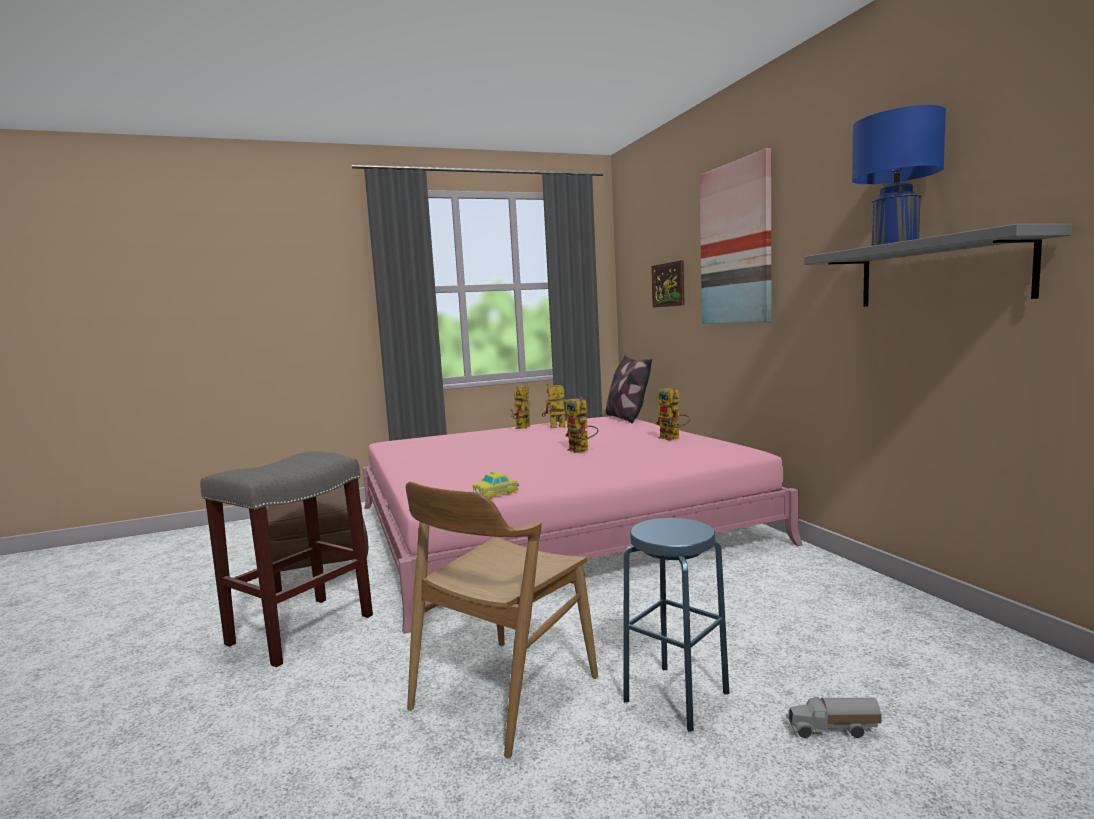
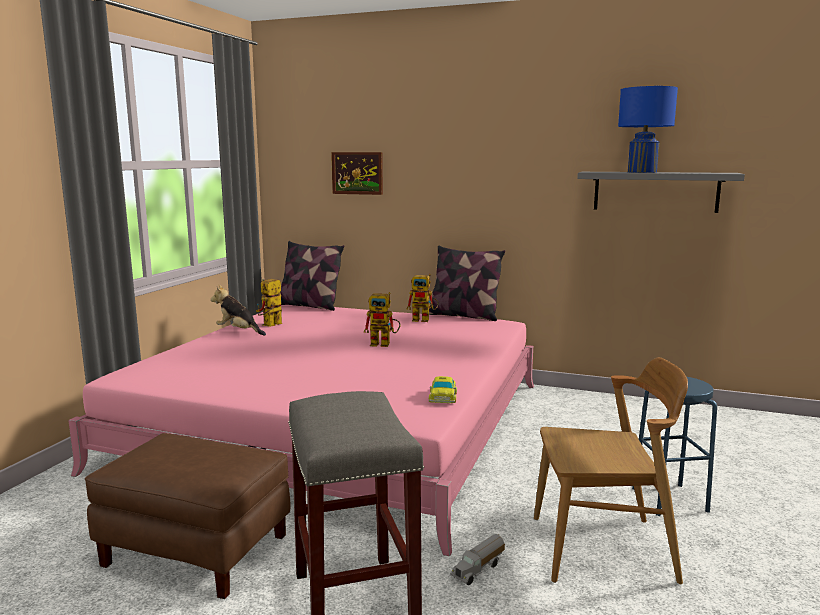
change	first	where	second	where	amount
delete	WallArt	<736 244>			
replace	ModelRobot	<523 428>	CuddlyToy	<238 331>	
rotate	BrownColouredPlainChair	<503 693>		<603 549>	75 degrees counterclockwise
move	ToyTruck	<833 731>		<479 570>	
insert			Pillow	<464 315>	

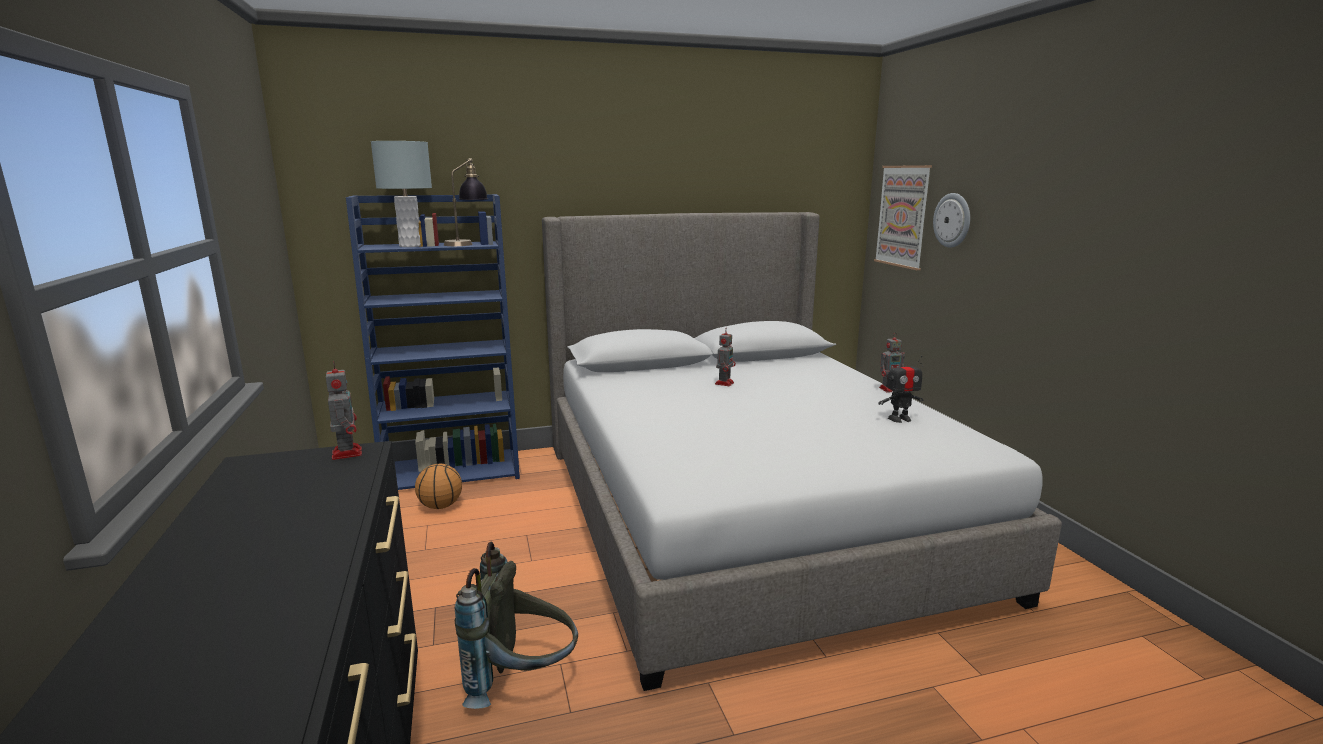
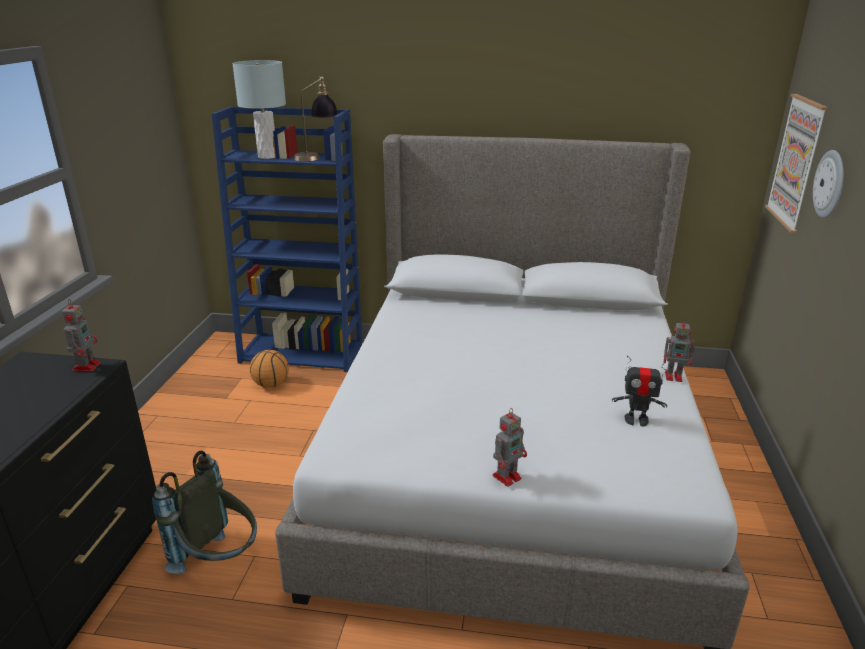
change	first	where	second	where	amount
move	ModelRobot	<724 383>		<507 476>	

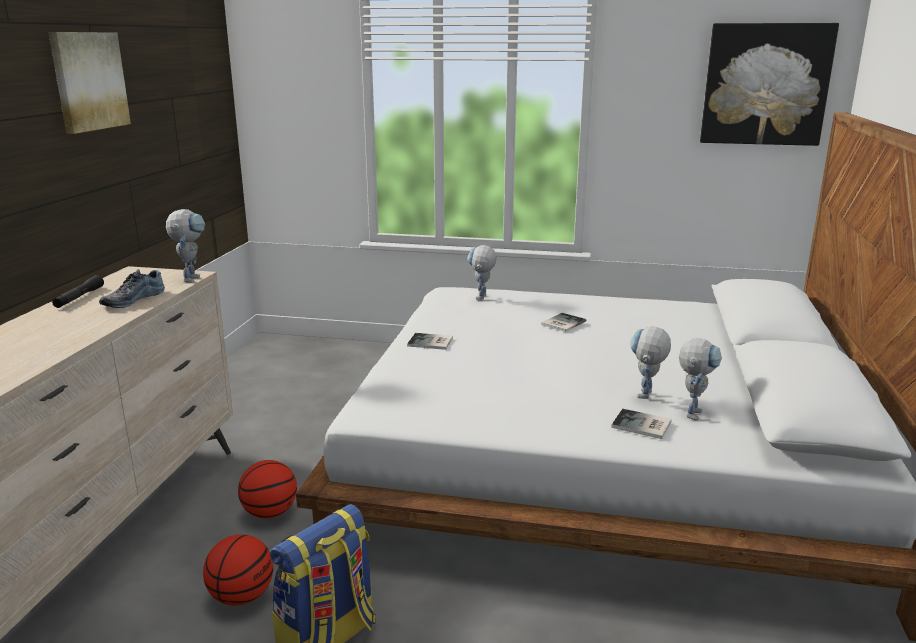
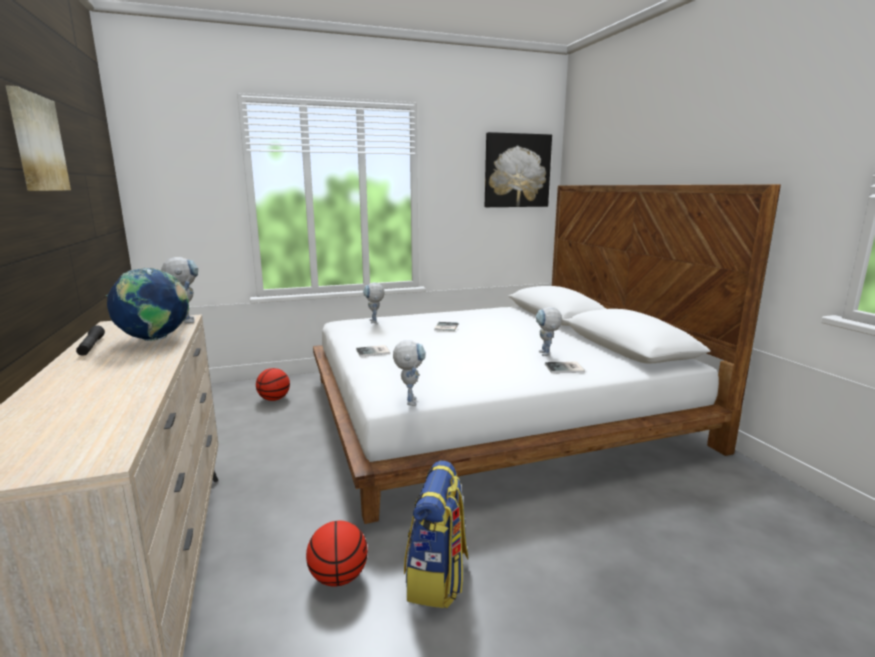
change	first	where	second	where	amount
replace	Shoe	<132 299>	Globe	<155 340>	
move	ModelRobot	<693 411>		<409 400>	
move	BallForBasketball	<270 513>		<274 399>	

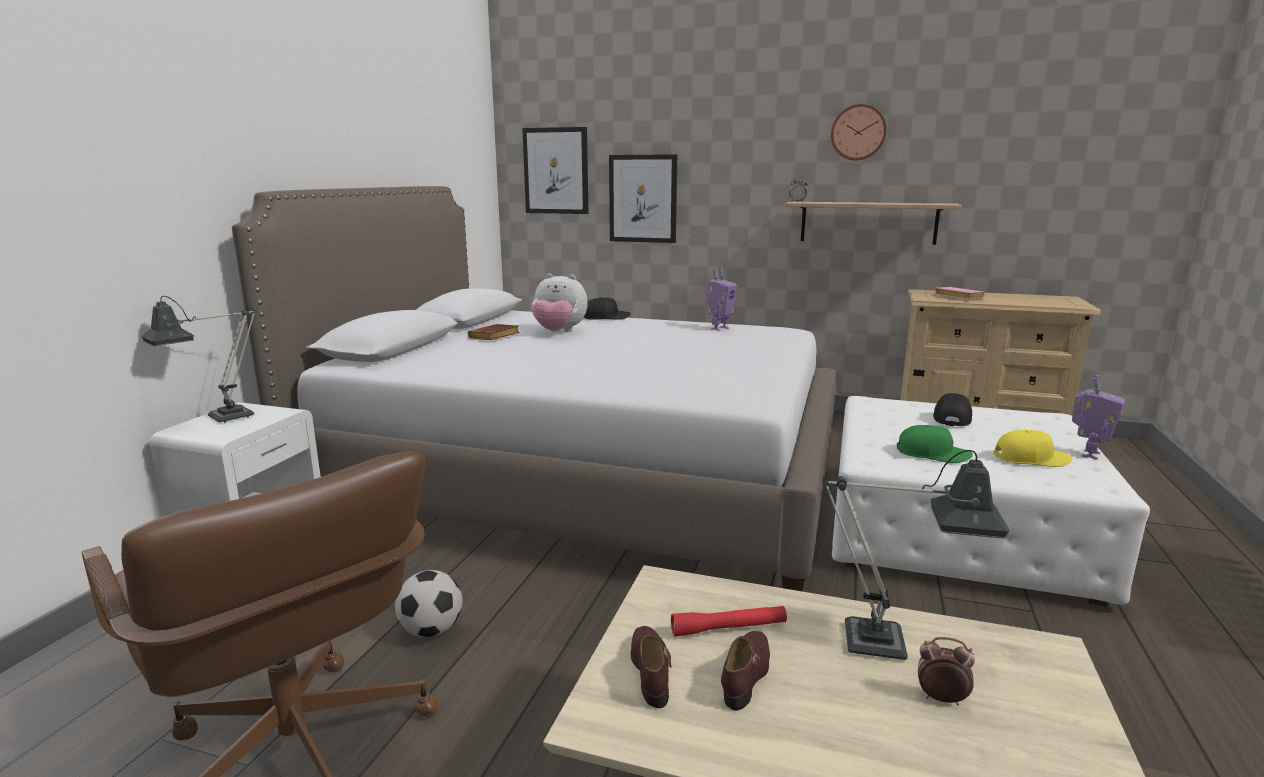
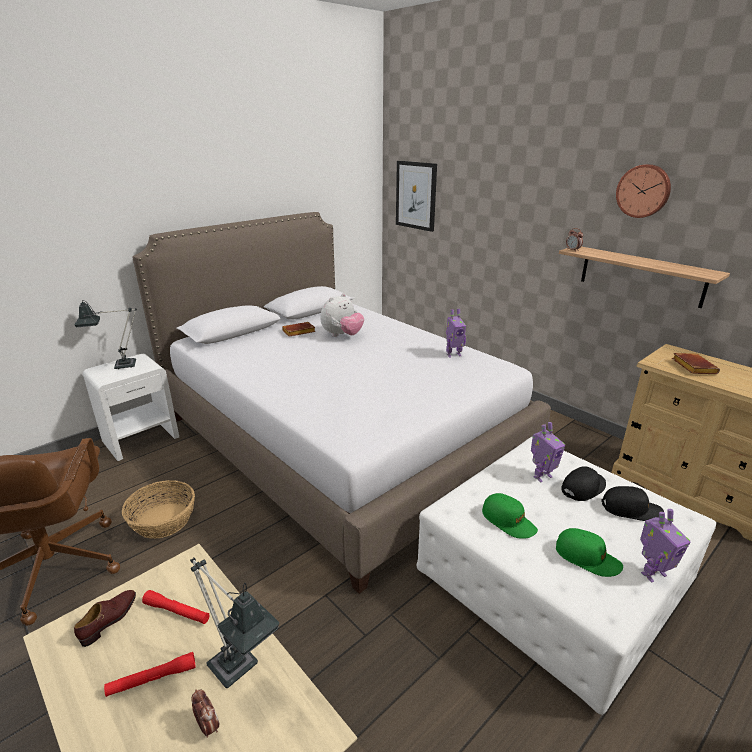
change	first	where	second	where	amount
delete	WallArt	<643 199>			
rotate	CuddlyToy	<559 332>		<342 335>	90 degrees counterclockwise
recolor	PinkBook	<956 297>	BrownColouredBook	<692 367>	
move	BlackishPeakedCap	<605 317>		<631 509>	
recolor	YellowishPeakedCap	<1031 459>	GreenishPeakedCap	<587 557>	
replace	BallForFootball	<431 630>	StorageBasket	<163 520>	
delete	BrownColouredShoe	<747 674>			
insert			ModelRobot	<541 476>	
insert			ReddishHandTorch	<152 679>	

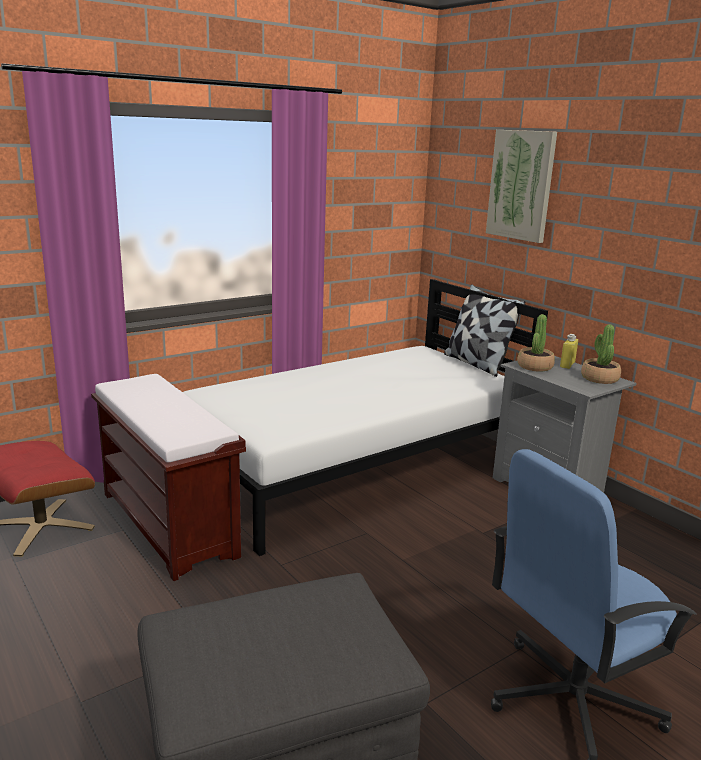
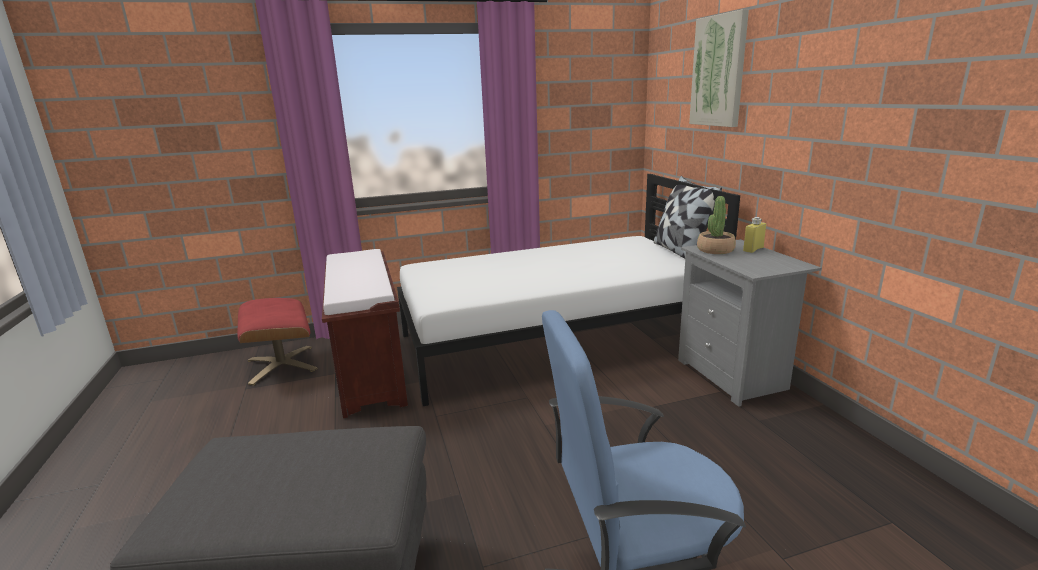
change	first	where	second	where	amount
delete	PottedPlant	<599 378>			

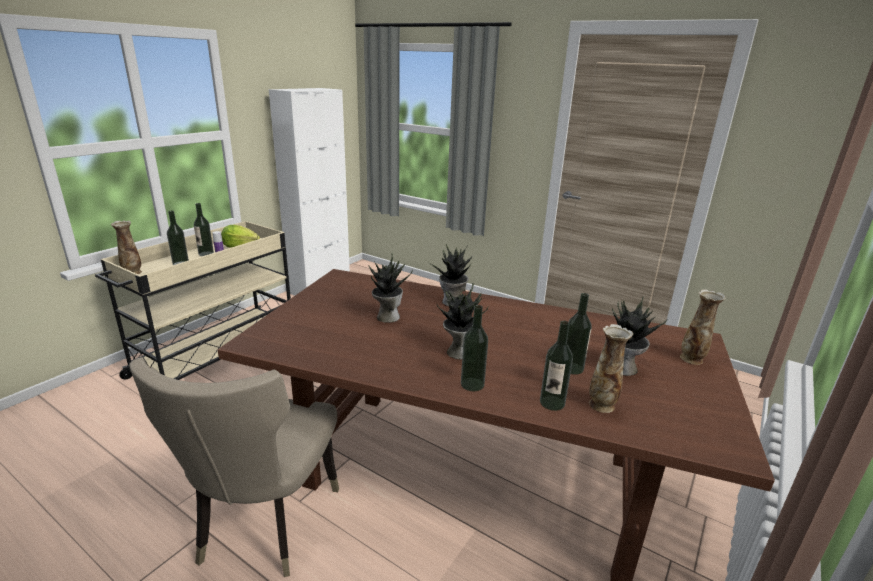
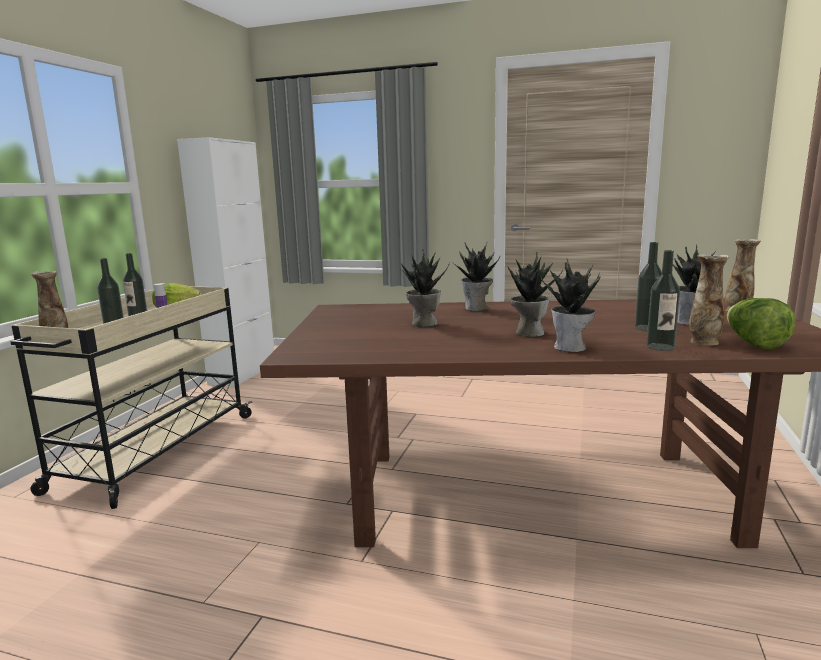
change	first	where	second	where	amount
replace	DrinkBottle	<472 384>	PottedPlant	<571 348>	
delete	BeigePlainChair	<263 526>			
insert			LettuceHead	<753 343>	

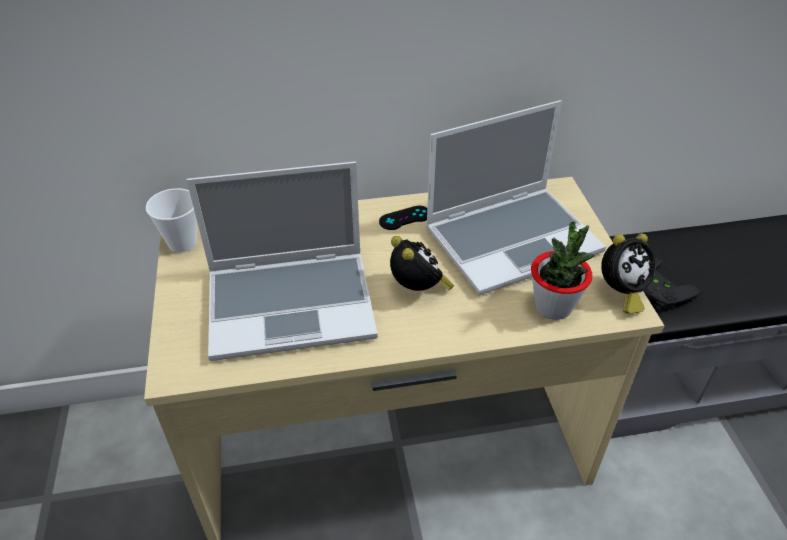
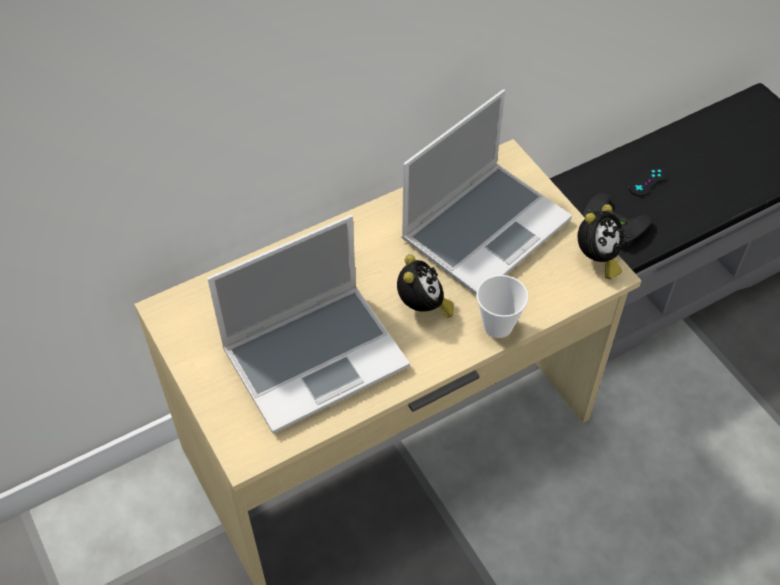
change	first	where	second	where	amount
move	Cup	<182 243>		<497 326>	
move	BlackishGamepad	<405 218>		<647 181>	
delete	PottedPlant	<553 307>			
rotate	TableClock	<418 290>		<423 307>	45 degrees clockwise

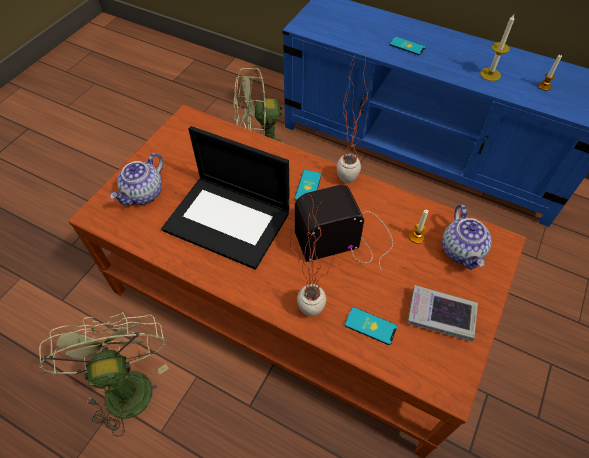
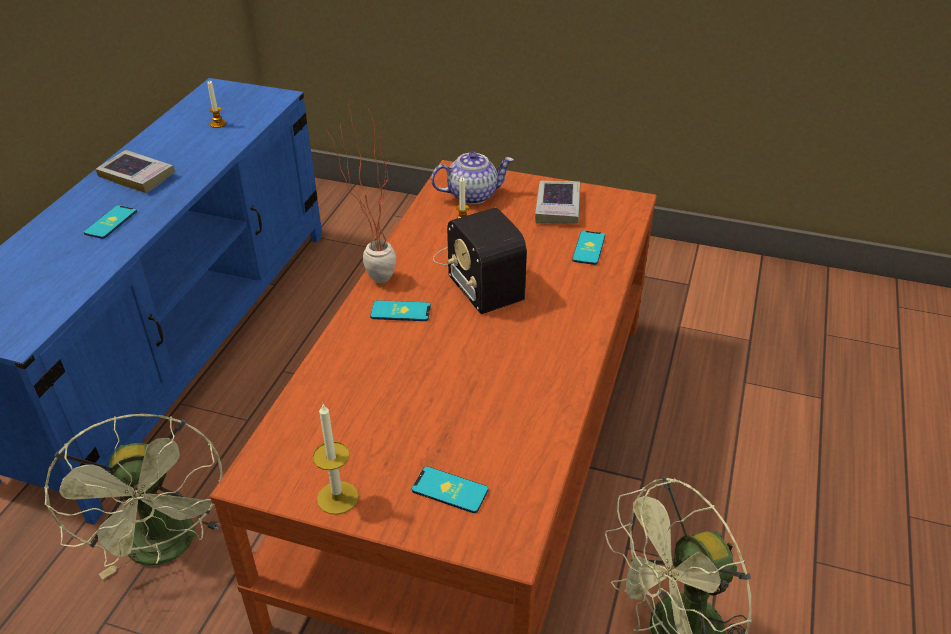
change	first	where	second	where	amount
move	Candle	<490 74>		<337 497>	
delete	NotebookComputer	<229 220>			
replace	PotForTea	<144 194>	Telephone	<450 490>	
delete	PottedPlant	<308 301>			
insert			Book	<137 176>	

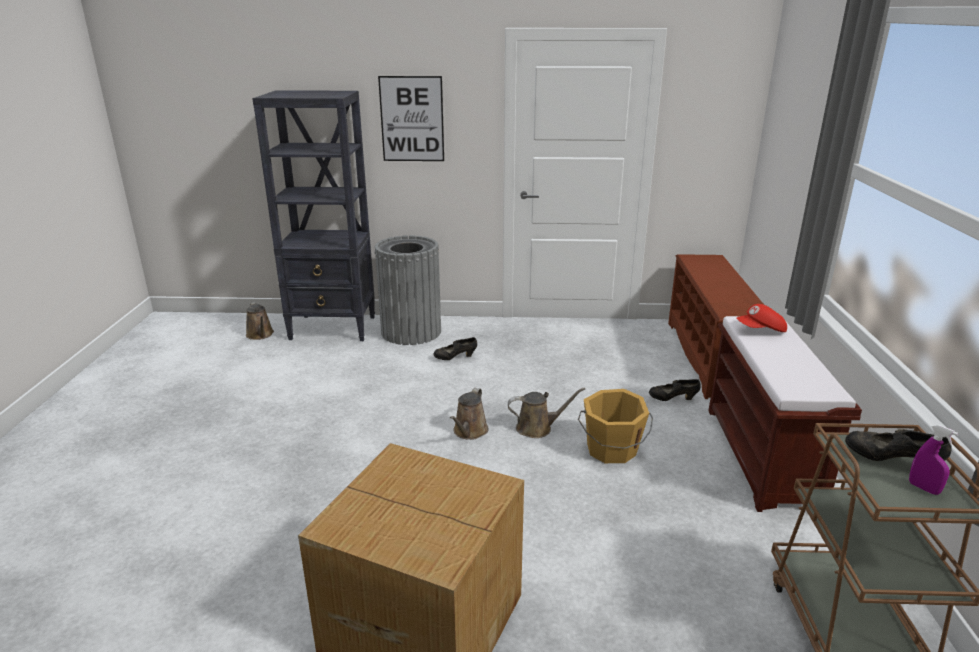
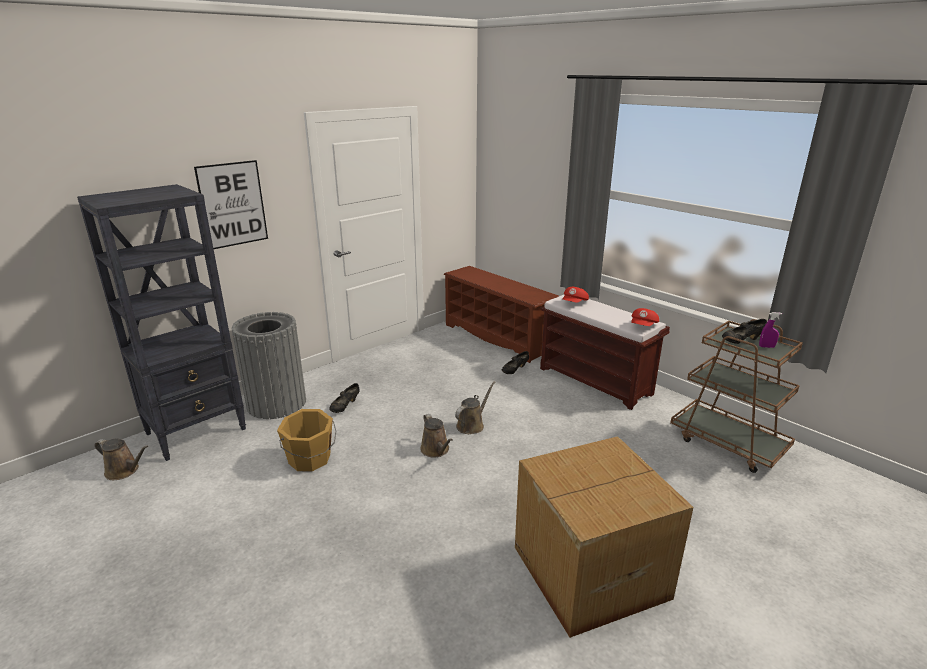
change	first	where	second	where	amount
move	OrangeyWaterBucket	<611 450>		<310 459>	
insert			ReddishPeakedCap	<643 326>	

